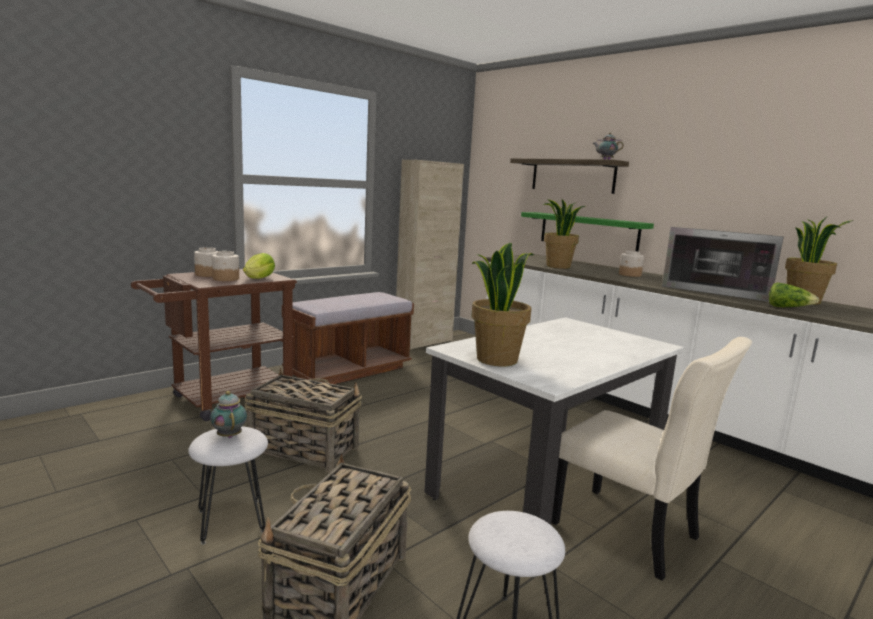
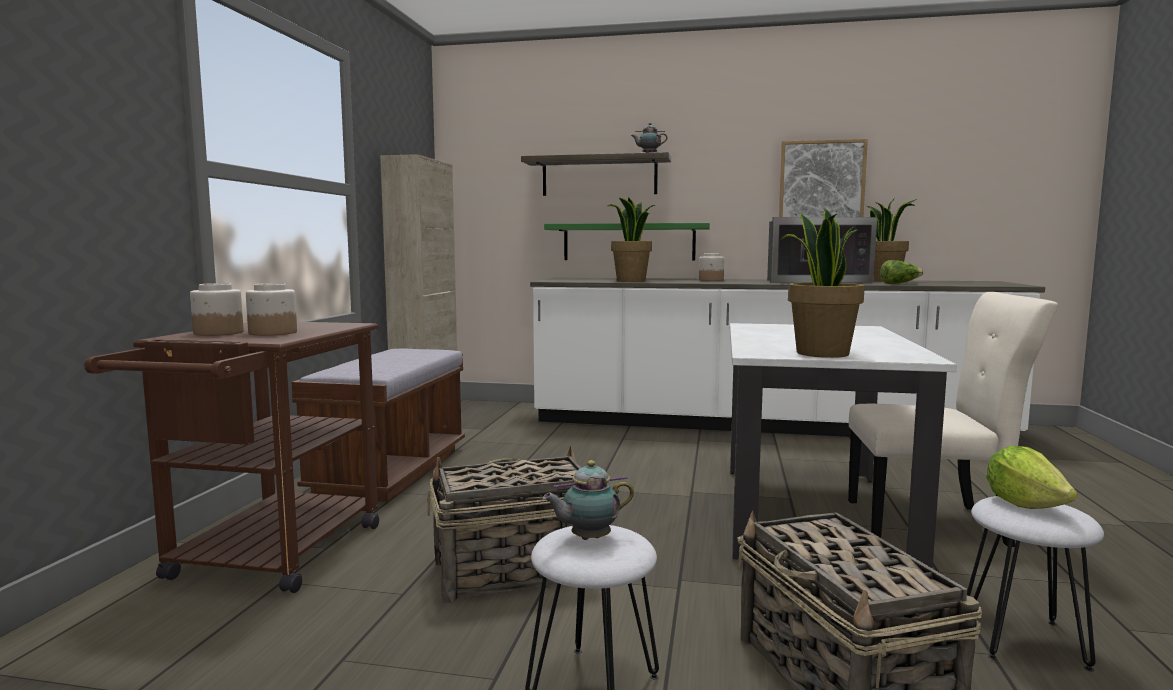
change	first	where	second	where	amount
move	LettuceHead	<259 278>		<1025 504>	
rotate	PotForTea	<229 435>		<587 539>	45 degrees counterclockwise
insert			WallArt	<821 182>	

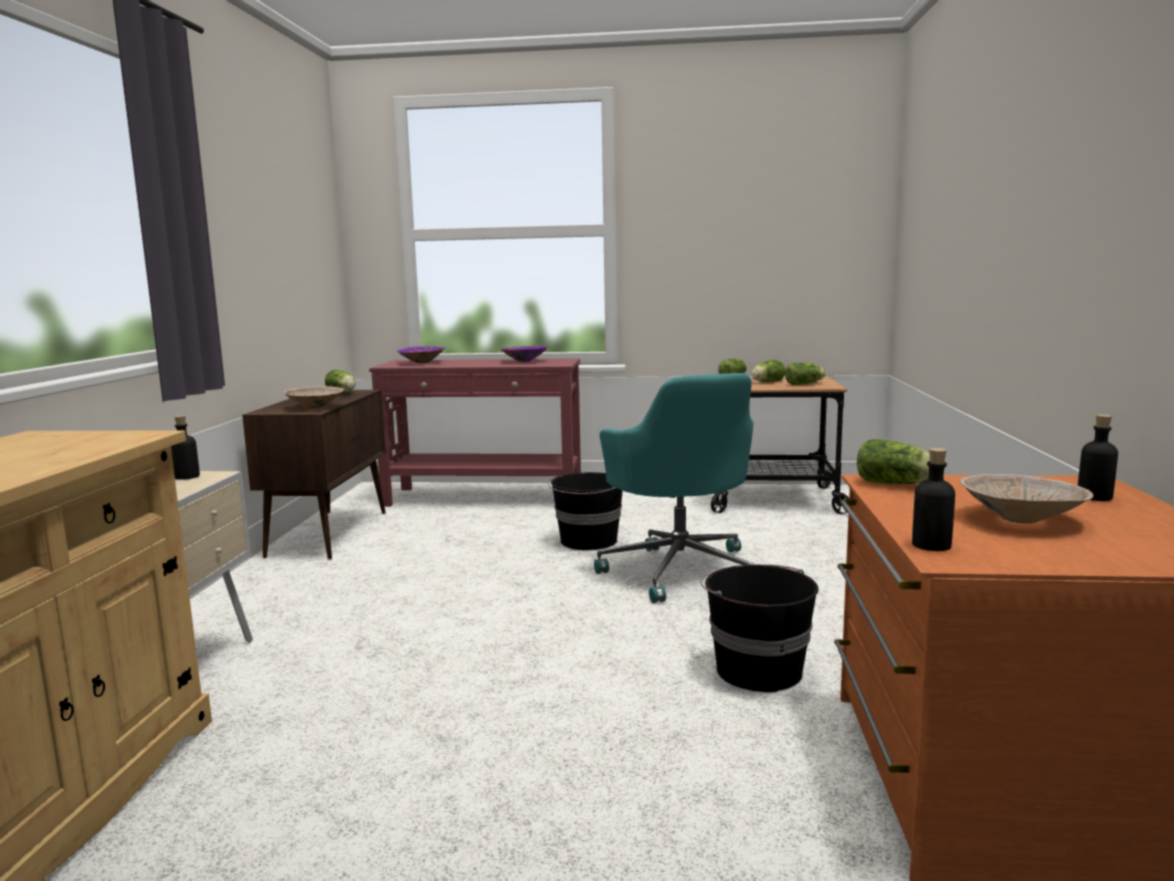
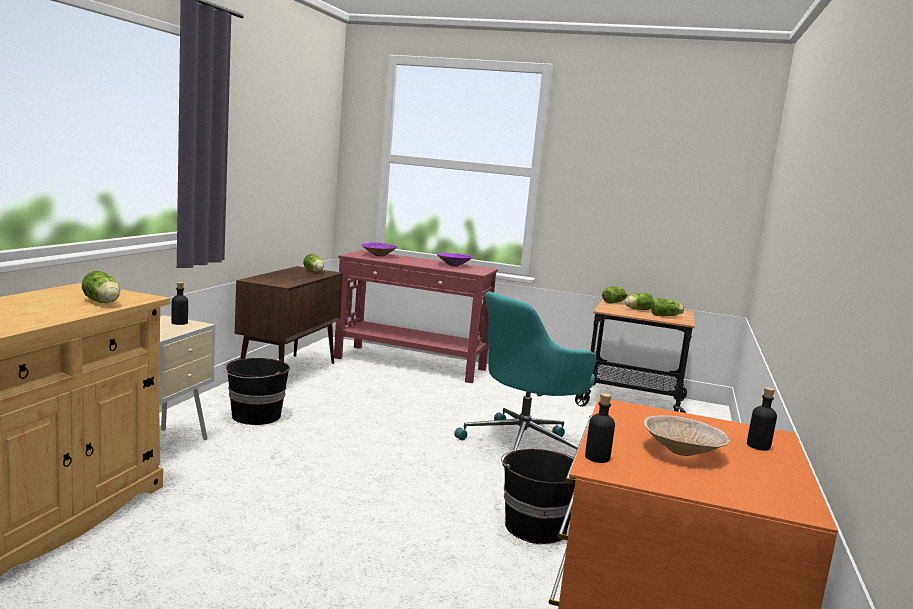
change	first	where	second	where	amount
rotate	BlueGreenOfficeChair	<680 570>		<524 445>	60 degrees clockwise
delete	BeigeBowl	<315 407>			
move	LettuceHead	<897 484>		<103 302>	
move	BlackishWaterBucket	<588 541>		<255 416>	

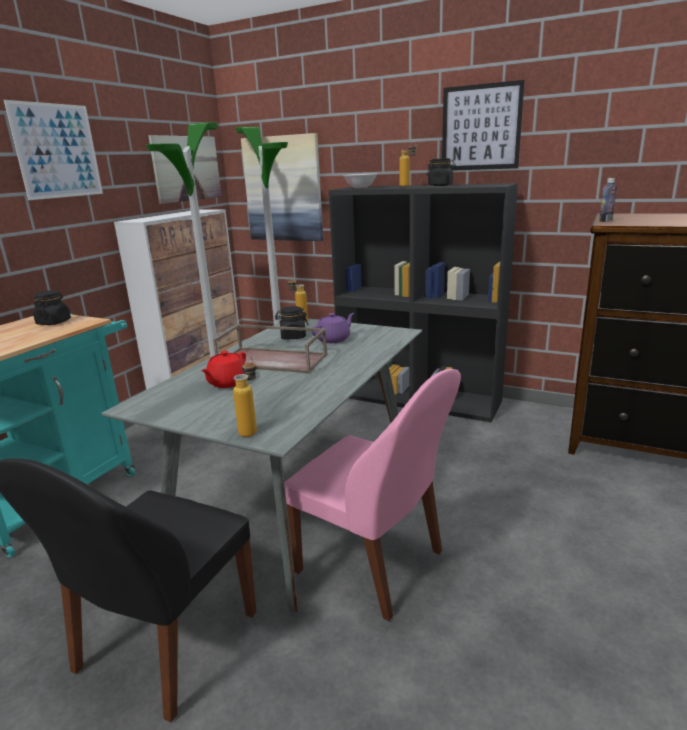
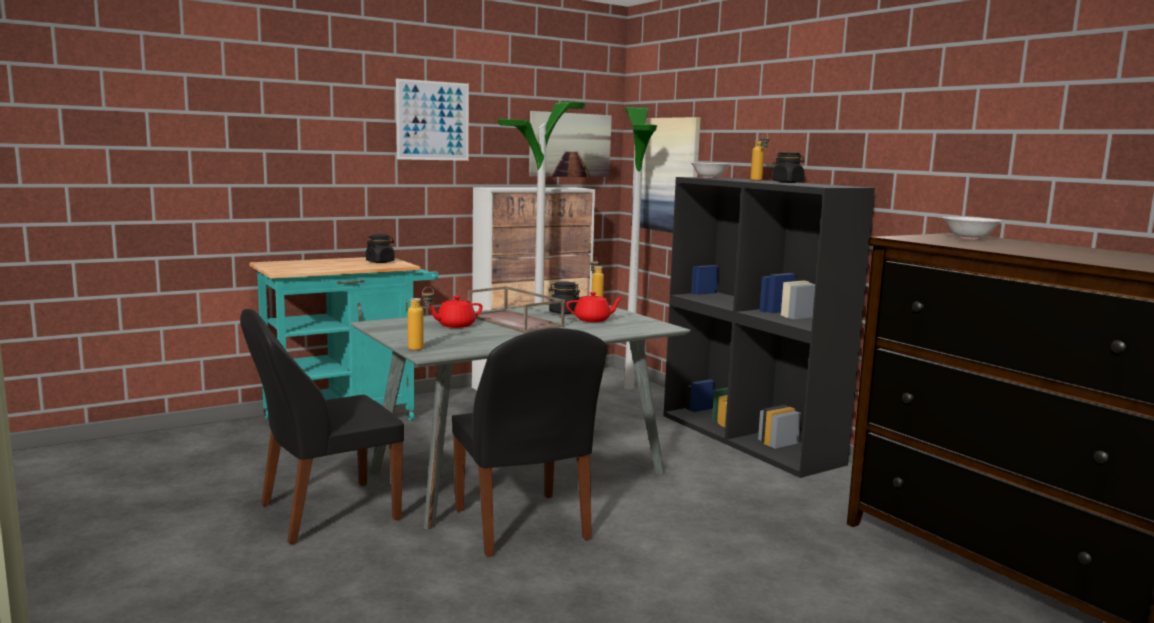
change	first	where	second	where	amount
delete	WallArt	<481 128>			
delete	DrinkBottle	<605 221>			
recolor	PurplePotForTea	<334 339>	ReddishPotForTea	<593 320>	
recolor	PinkPlainChair	<372 564>	BlackishPlainChair	<522 526>	
insert			WhitishBowl	<969 238>	

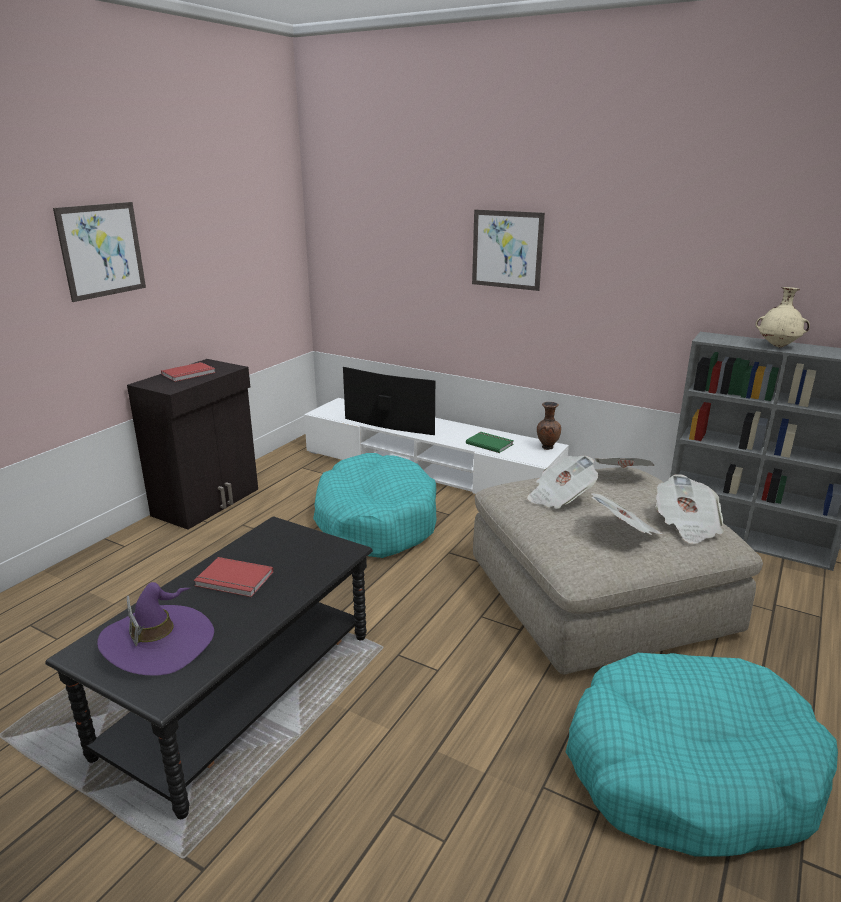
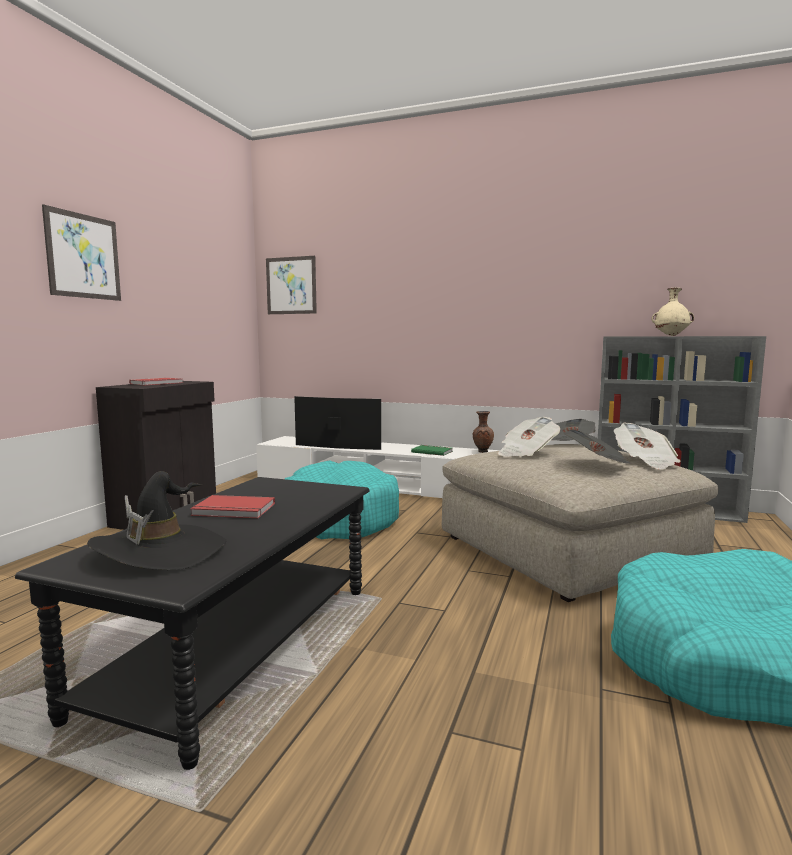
change	first	where	second	where	amount
move	WallArt	<507 249>		<291 285>	
recolor	PurpleHat	<158 642>	BlackishHat	<160 551>	

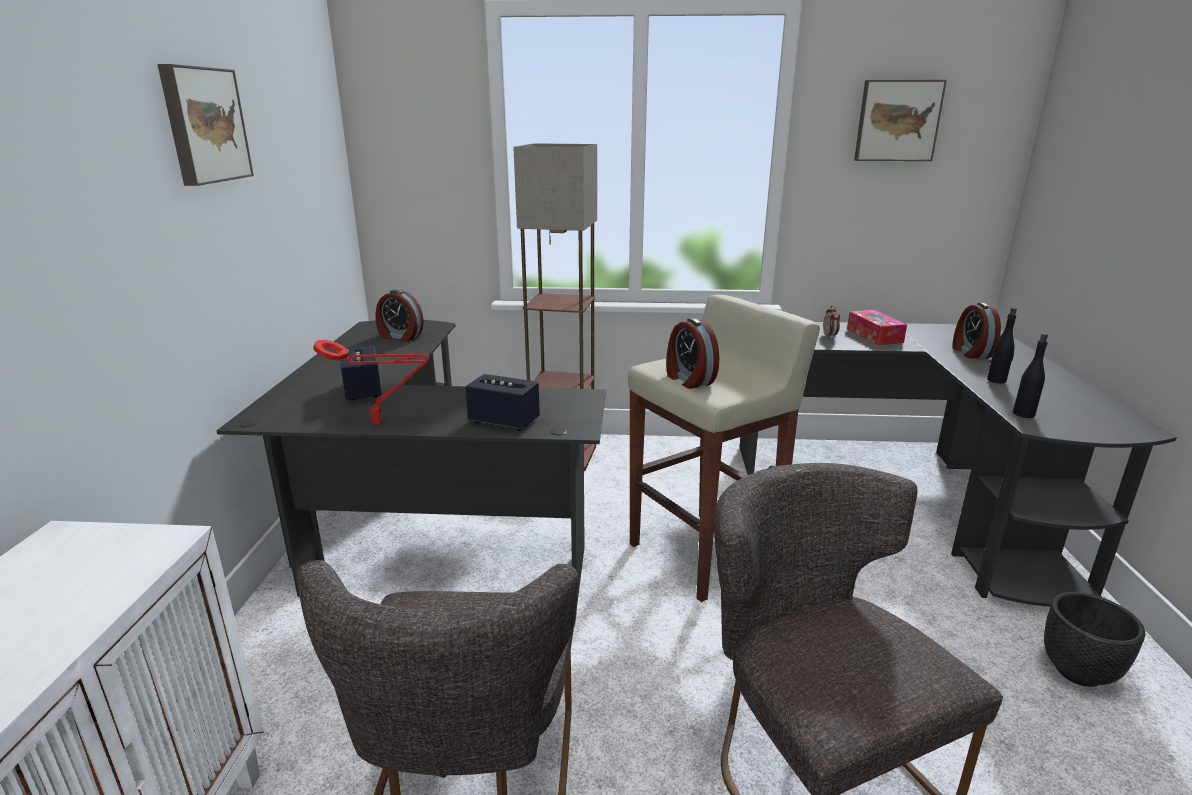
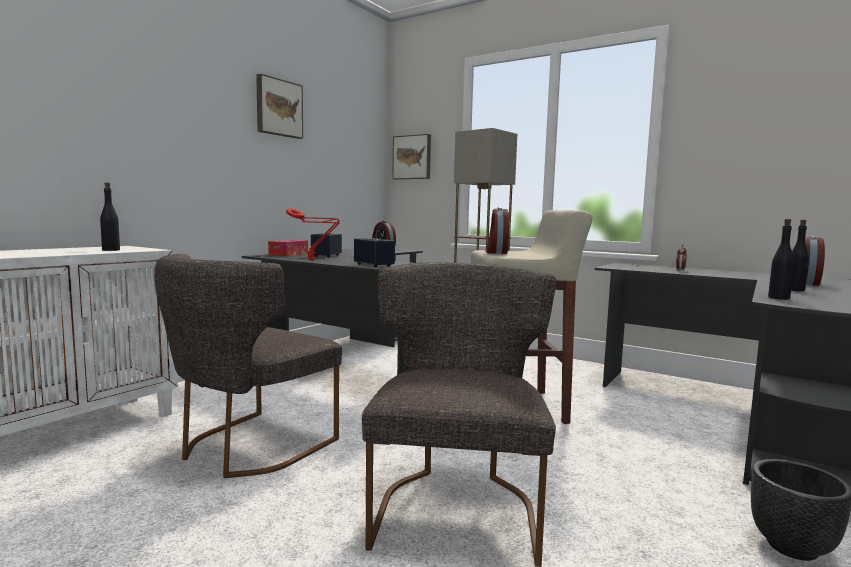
change	first	where	second	where	amount
move	WallArt	<897 121>		<412 157>	
move	BoxOfTissues	<874 335>		<288 254>	
insert			BlackishDrinkBottle	<111 250>	

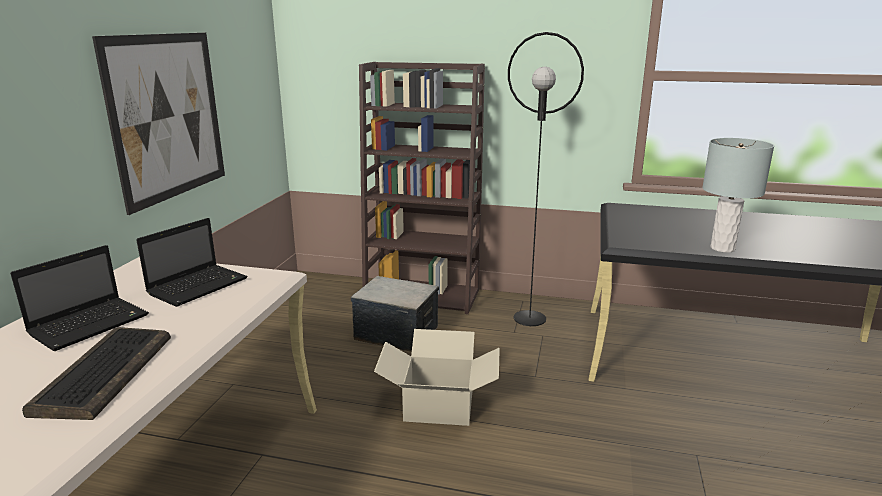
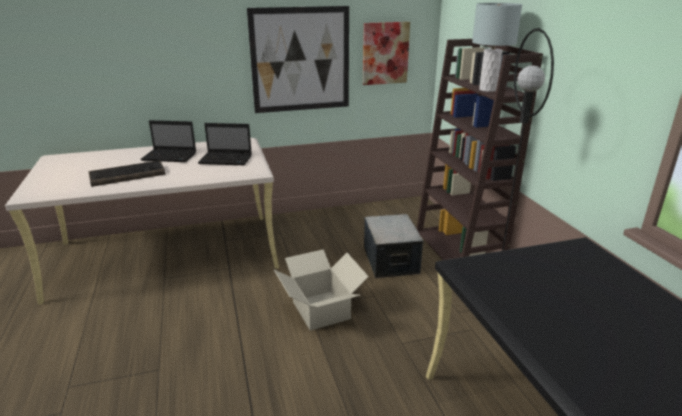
change	first	where	second	where	amount
move	GreyTableLamp	<722 248>		<488 89>	
insert			WallArt	<385 53>	

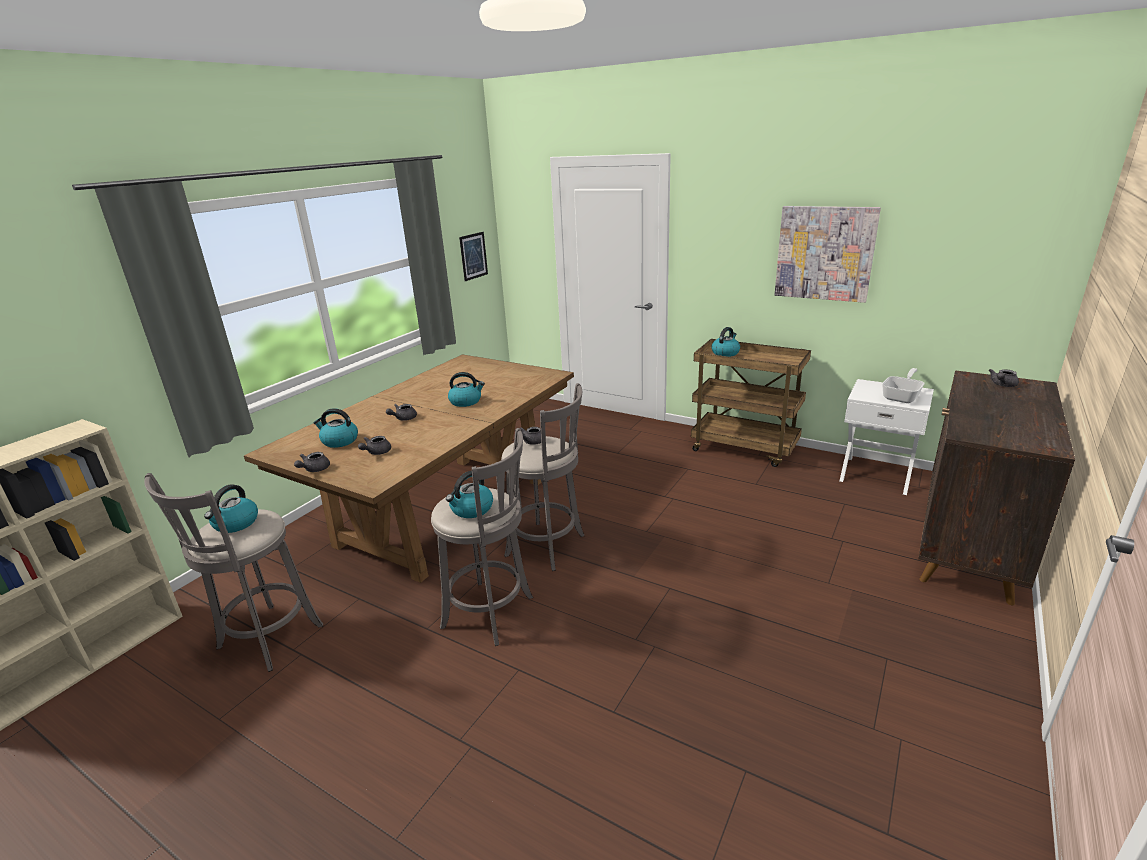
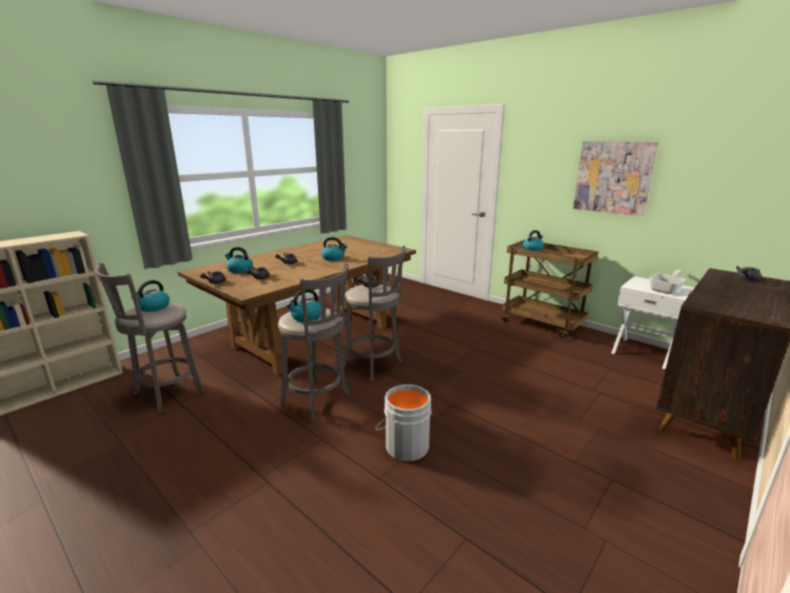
change	first	where	second	where	amount
delete	WallArt	<473 256>			
insert			GreyWaterBucket	<405 445>	

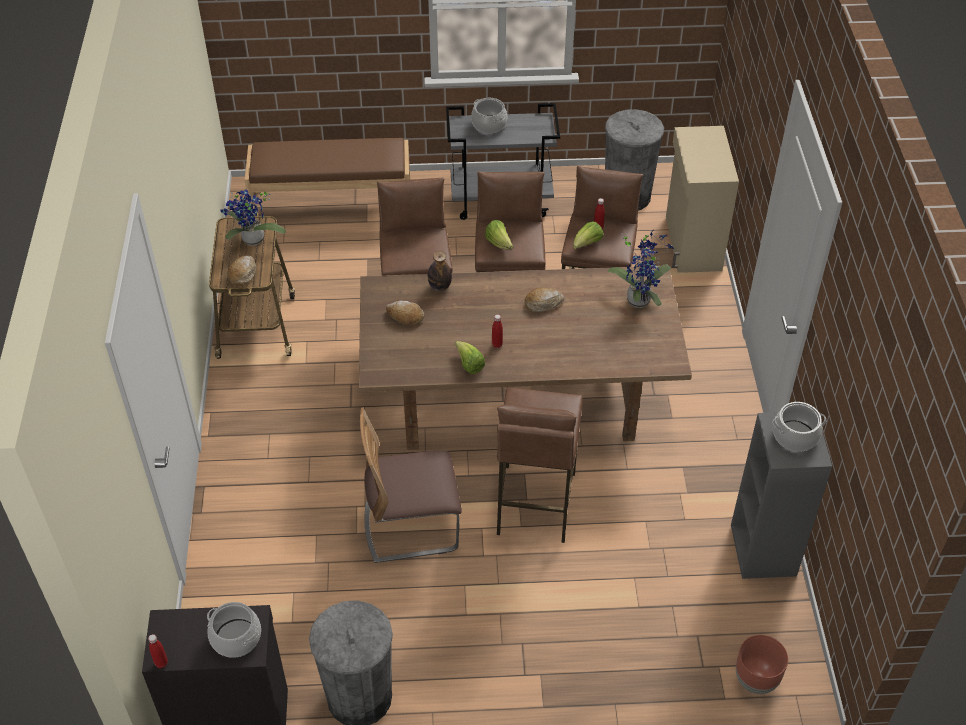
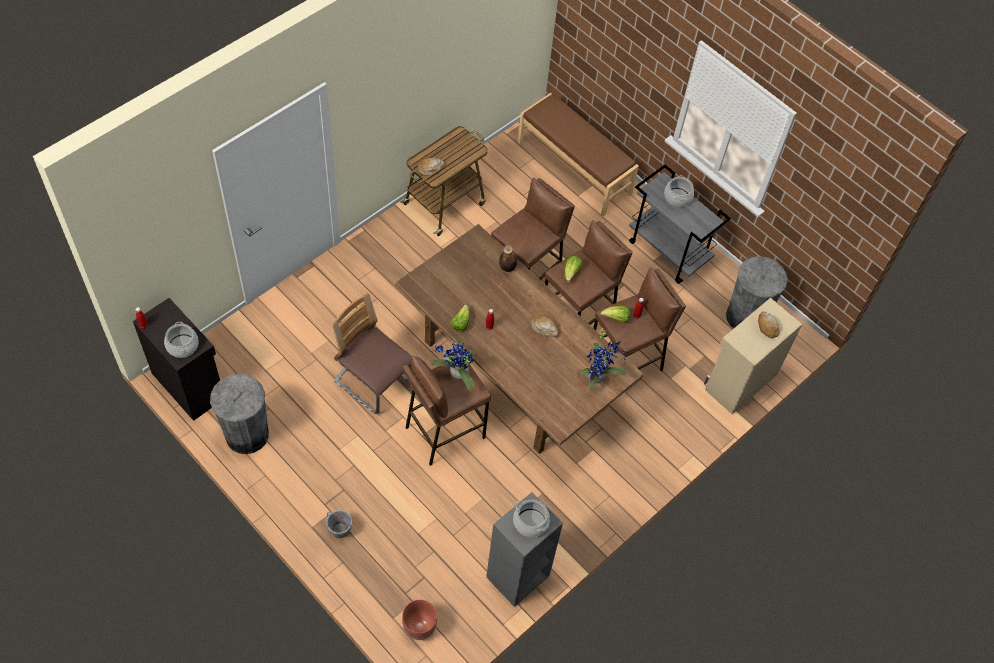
change	first	where	second	where	amount
move	PottedPlant	<252 241>		<457 374>	
move	BakedBread	<405 316>		<767 327>	
insert			GreyWaterBucket	<340 530>	

